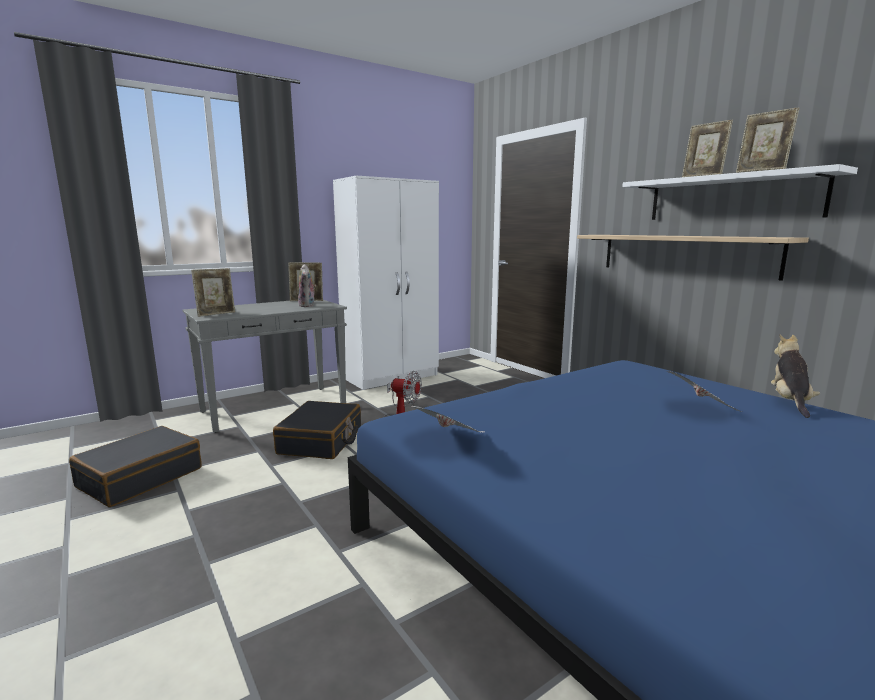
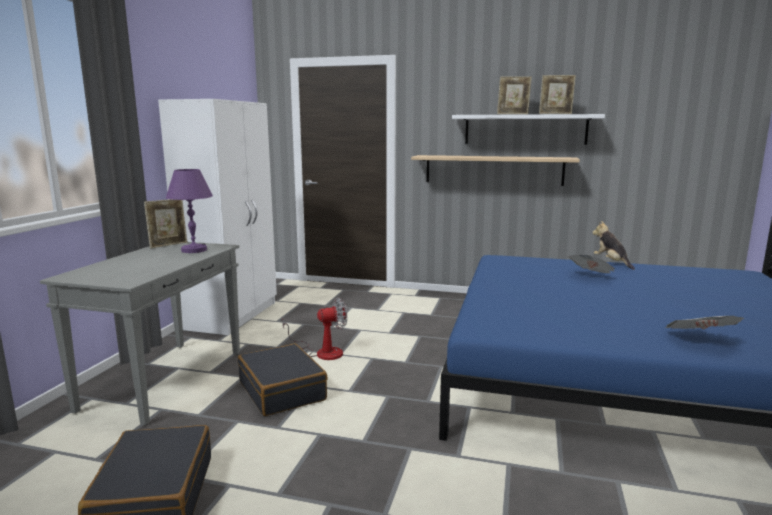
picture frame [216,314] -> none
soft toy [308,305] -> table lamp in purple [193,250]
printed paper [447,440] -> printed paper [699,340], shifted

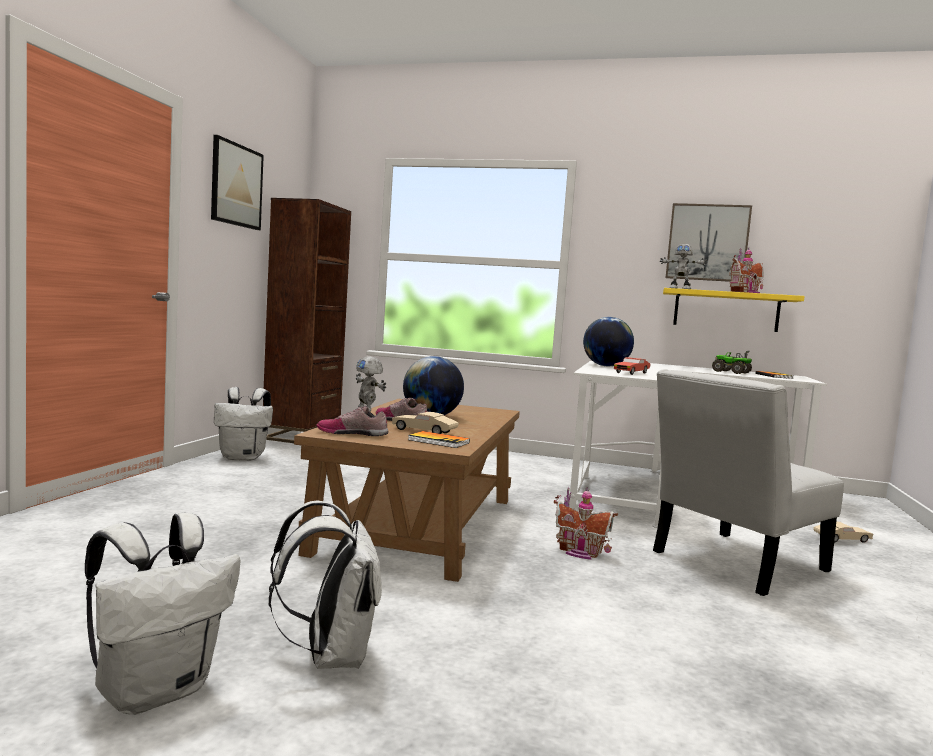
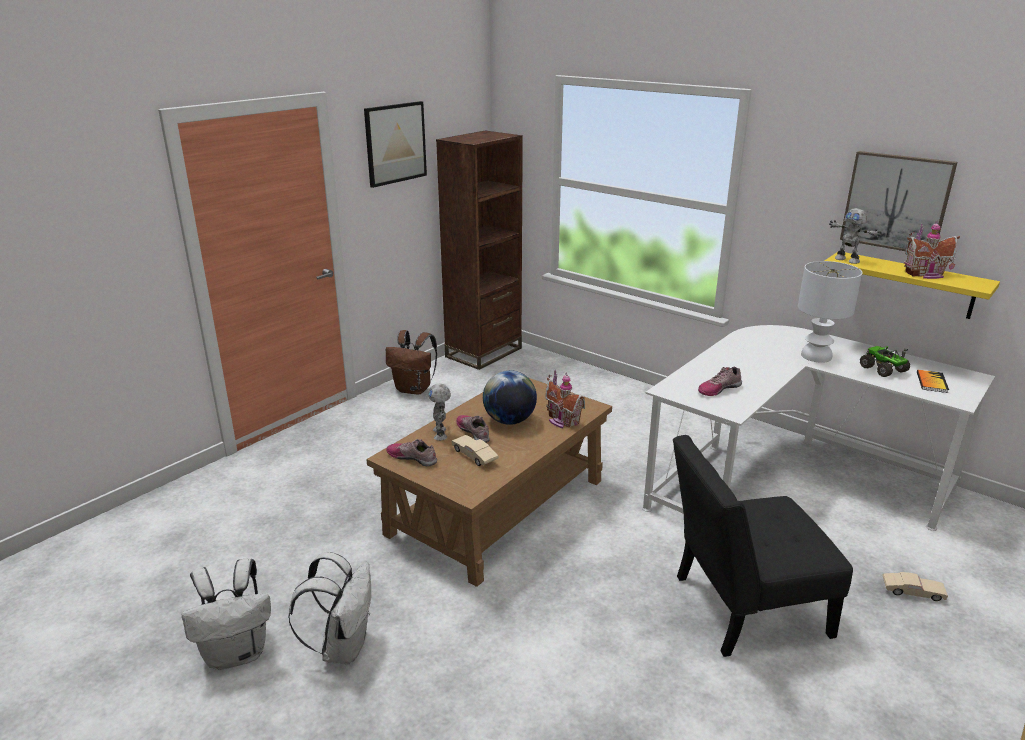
knapsack in whitish [243,458] -> knapsack in brown-coloured [414,389]
book [438,441] -> none
miniature house [580,552] -> miniature house [562,421], shifted
desk globe [606,366] -> none
miniature car in red-coloured [631,373] -> item of footwear [718,389]
upright chair in whitish [733,563] -> upright chair in blackish [742,607]
none -> table lamp in whitish [817,356]

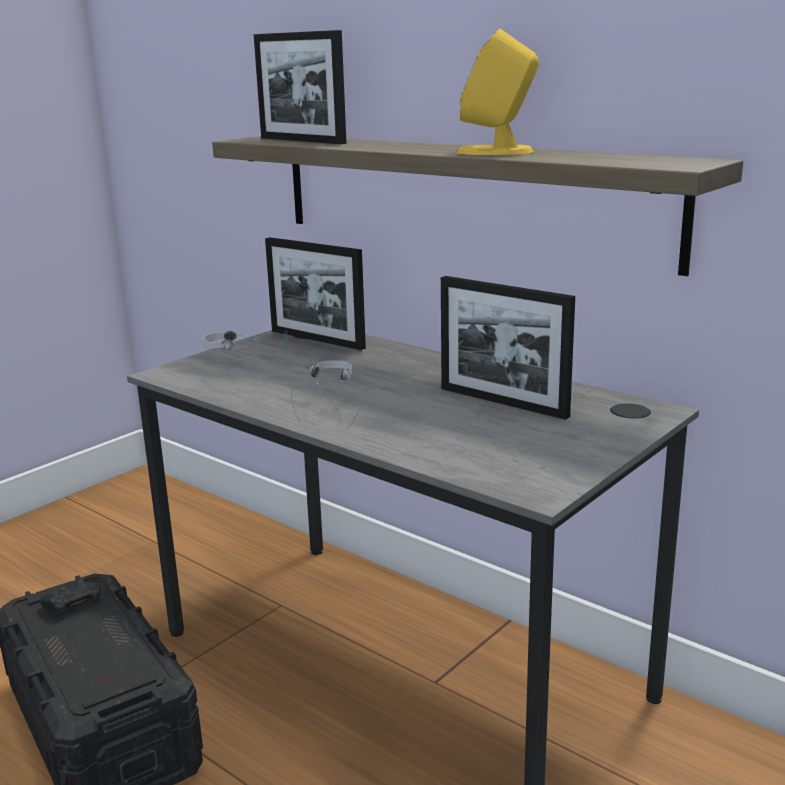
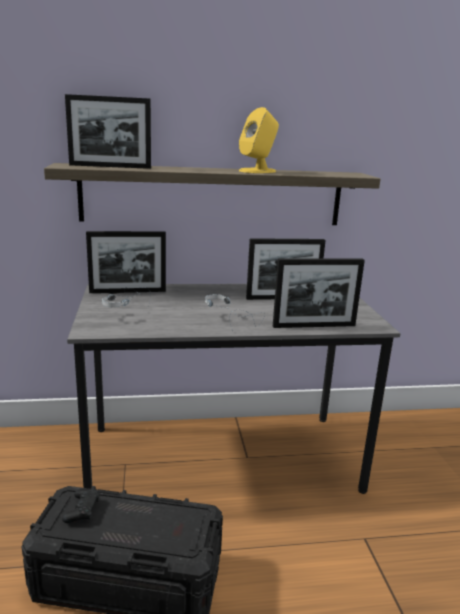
none -> picture frame [314,326]

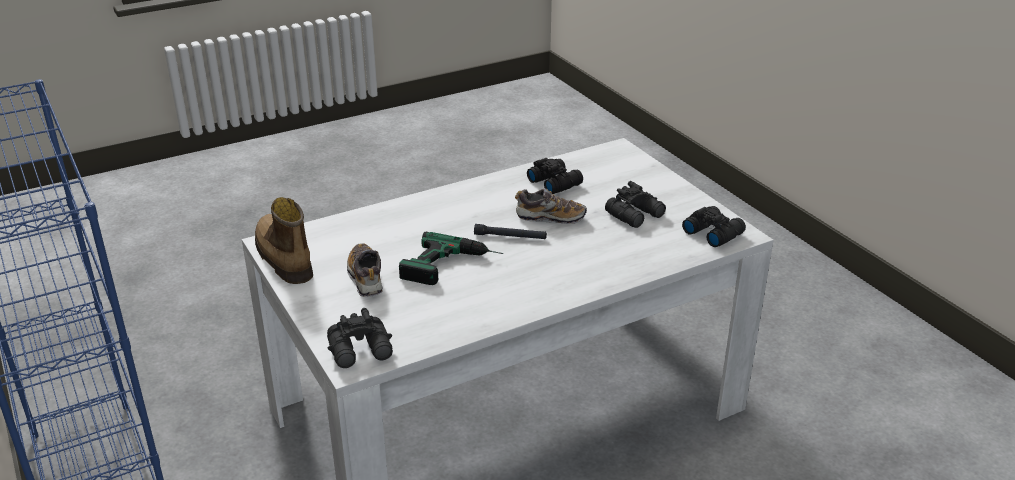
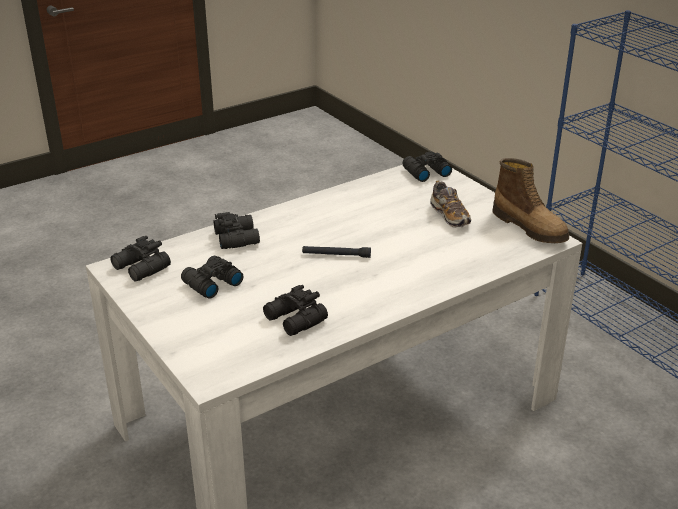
drill [452,267] -> none
item of footwear [550,217] -> none
none -> binoculars in blackish [237,237]

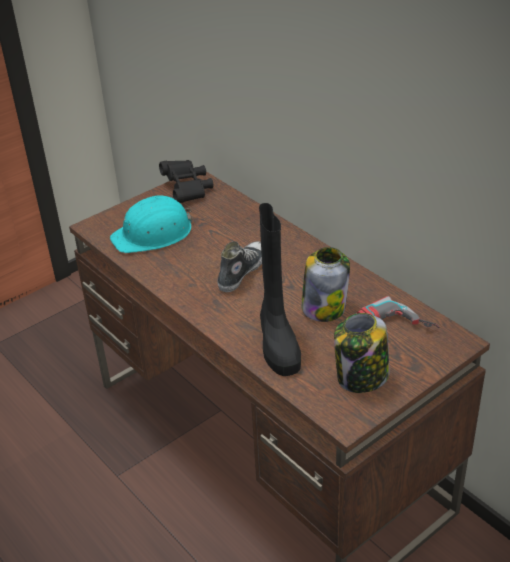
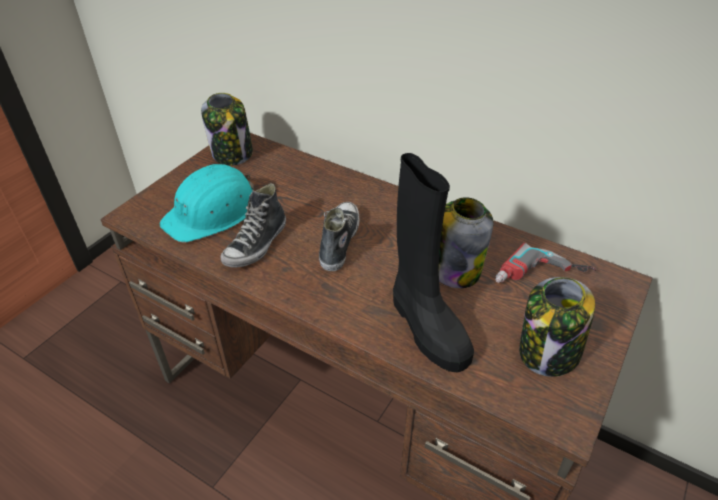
binoculars in blackish [188,189] -> storage jar [232,153]
none -> item of footwear [256,244]

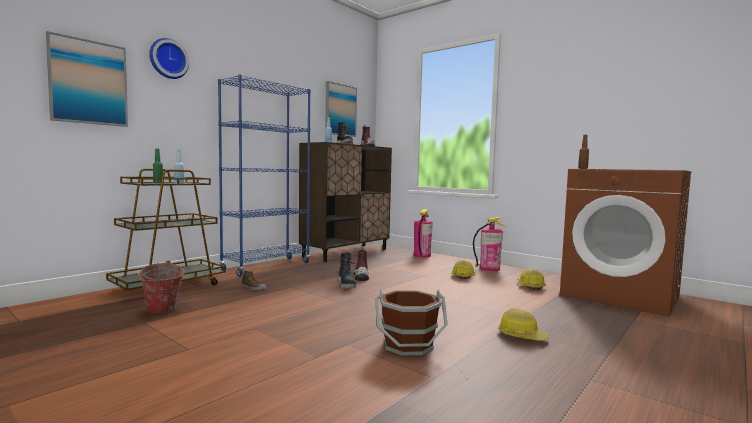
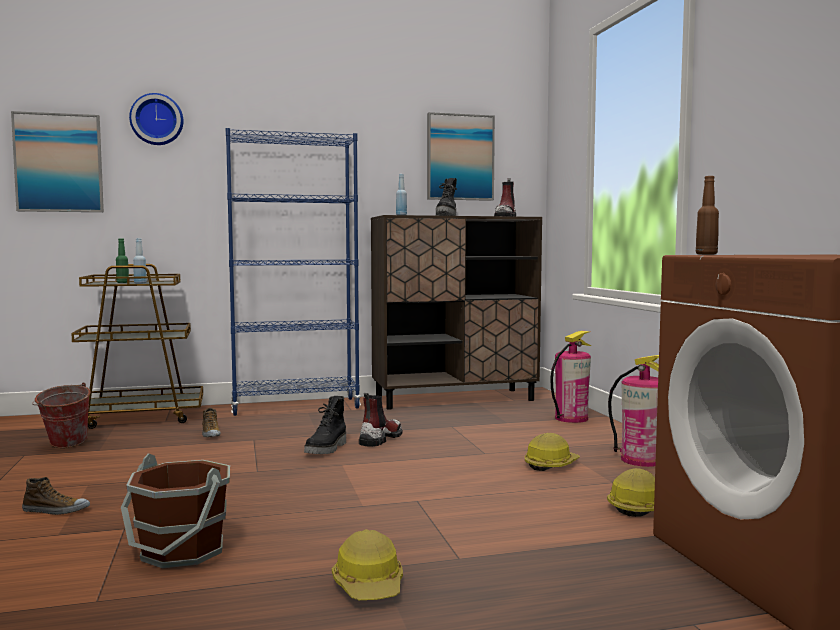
none -> item of footwear [55,510]

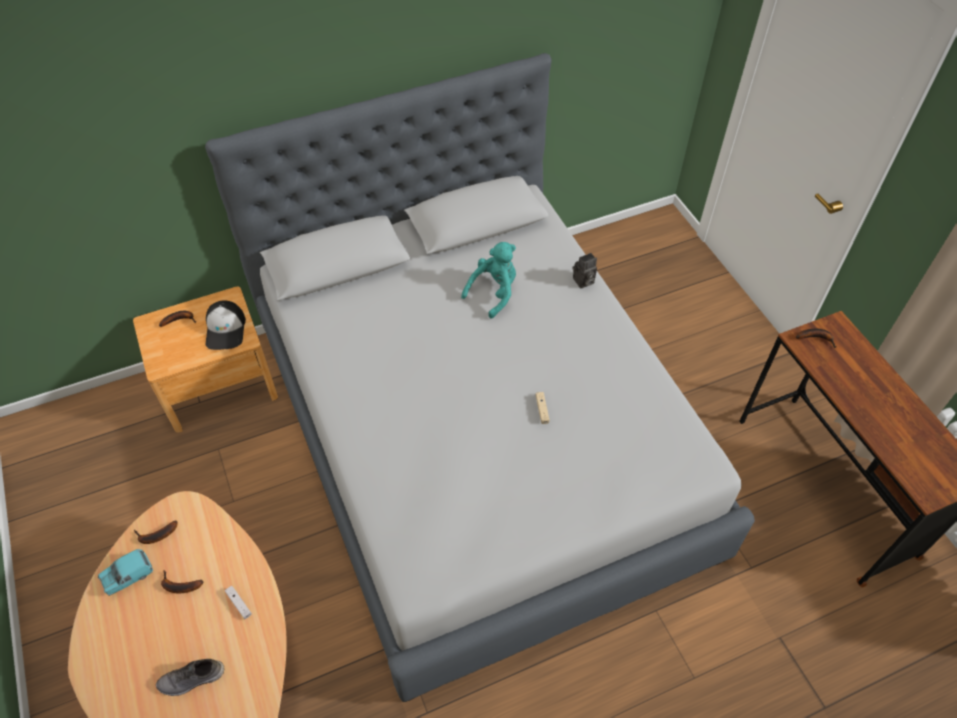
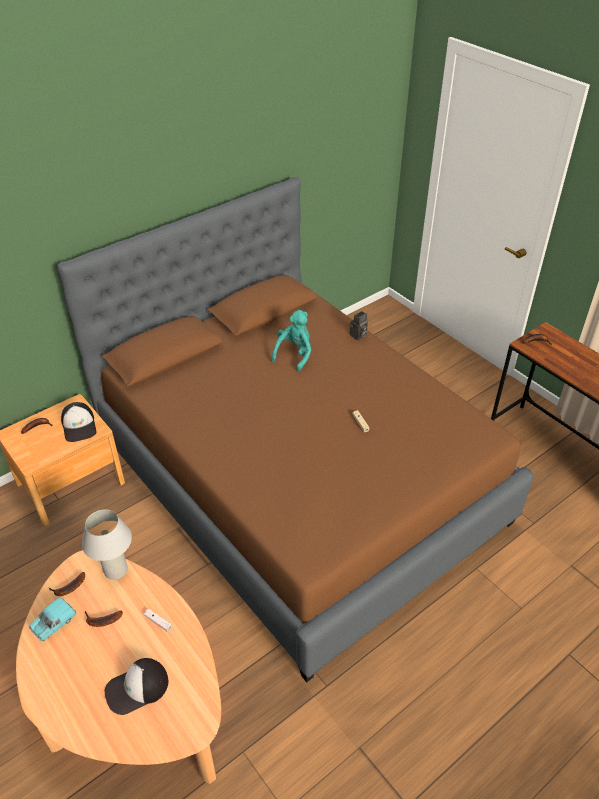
item of footwear in grey [192,680] -> baseball cap [137,688]
bedroom bed in grey [478,439] -> bedroom bed in brown-coloured [299,479]
none -> table lamp in whitish [116,570]

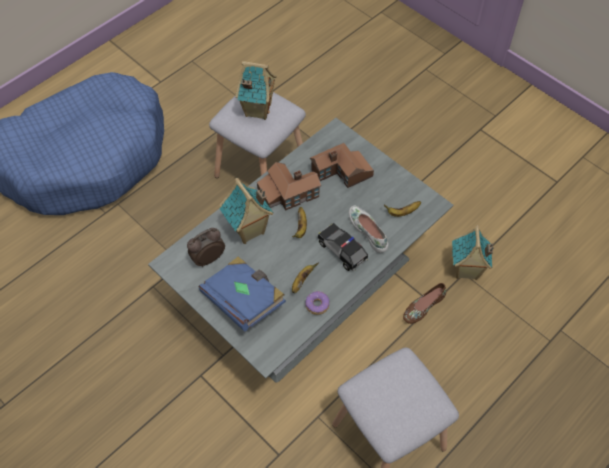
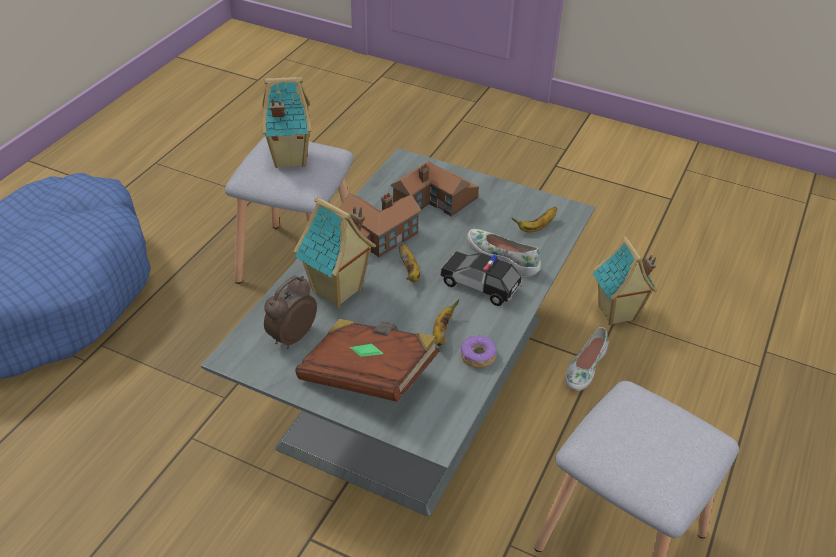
book in bluish [244,300] -> book in brown-coloured [368,375]
item of footwear in brown-coloured [423,306] -> item of footwear in whitish [584,367]

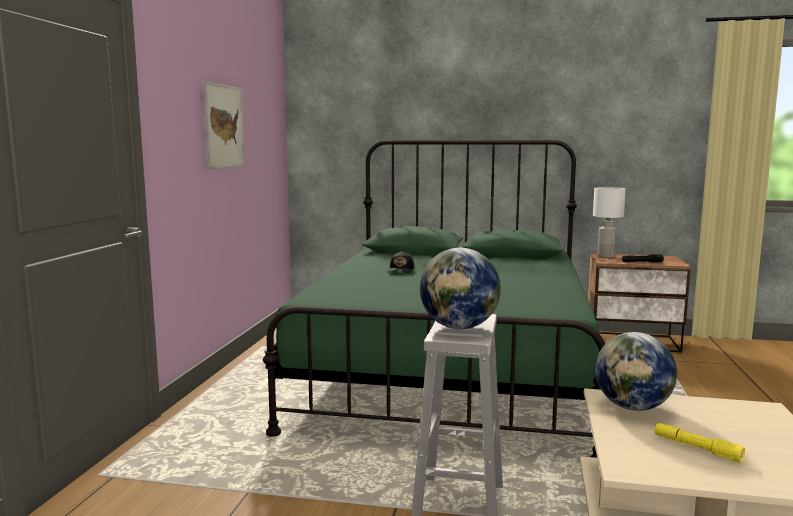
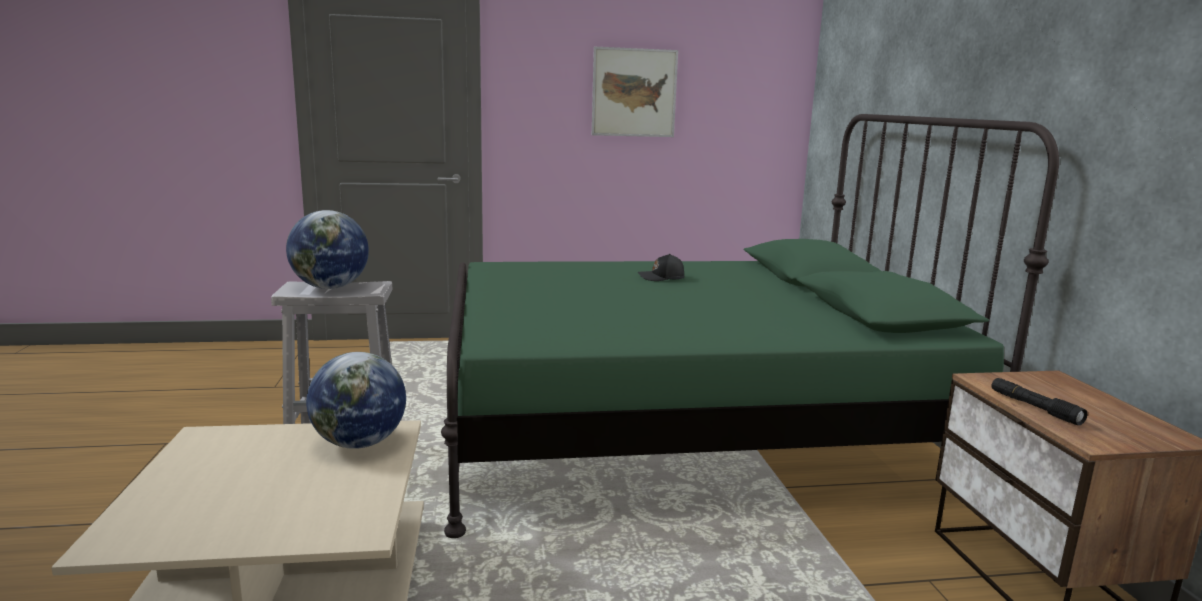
table lamp in whitish [606,256] -> none
torch in yellowish [696,448] -> none

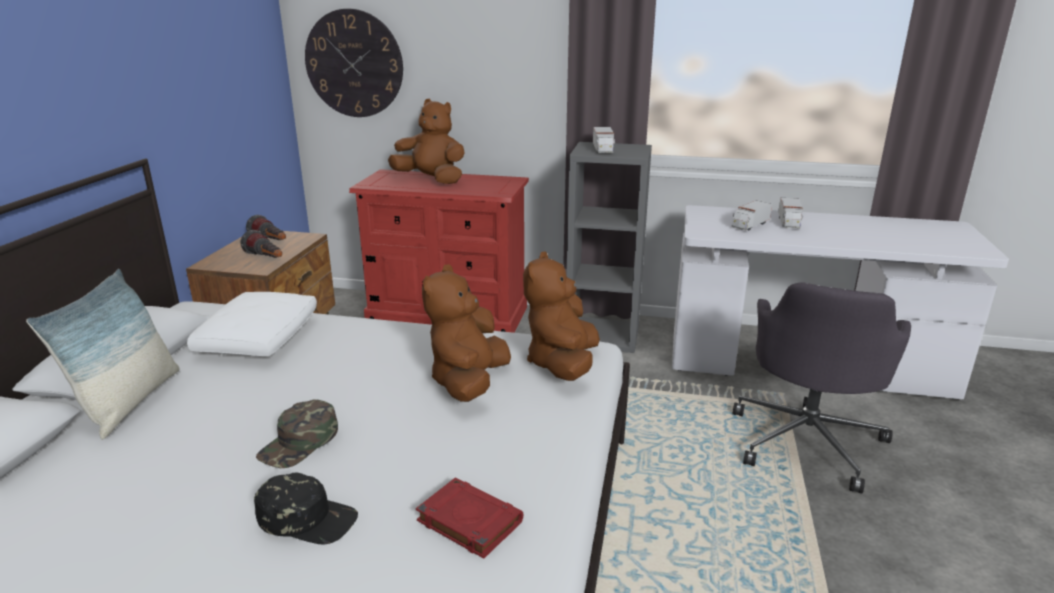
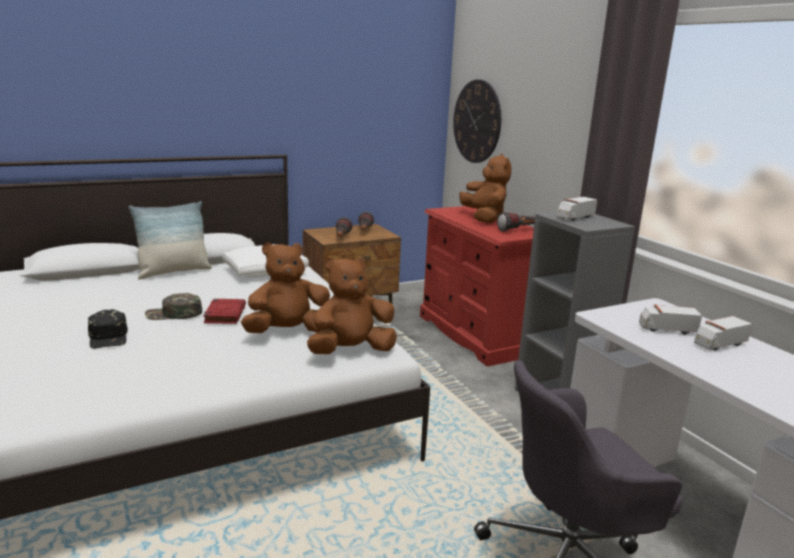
book in red-coloured [468,521] -> book in red-coloured [225,314], shifted
none -> torch [518,230]

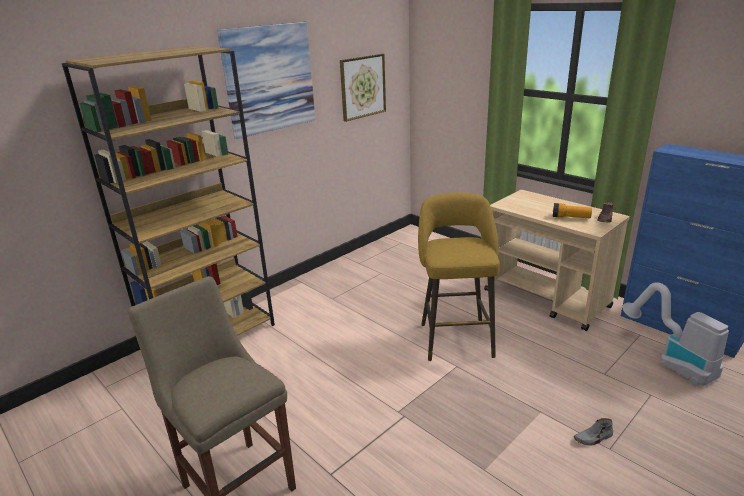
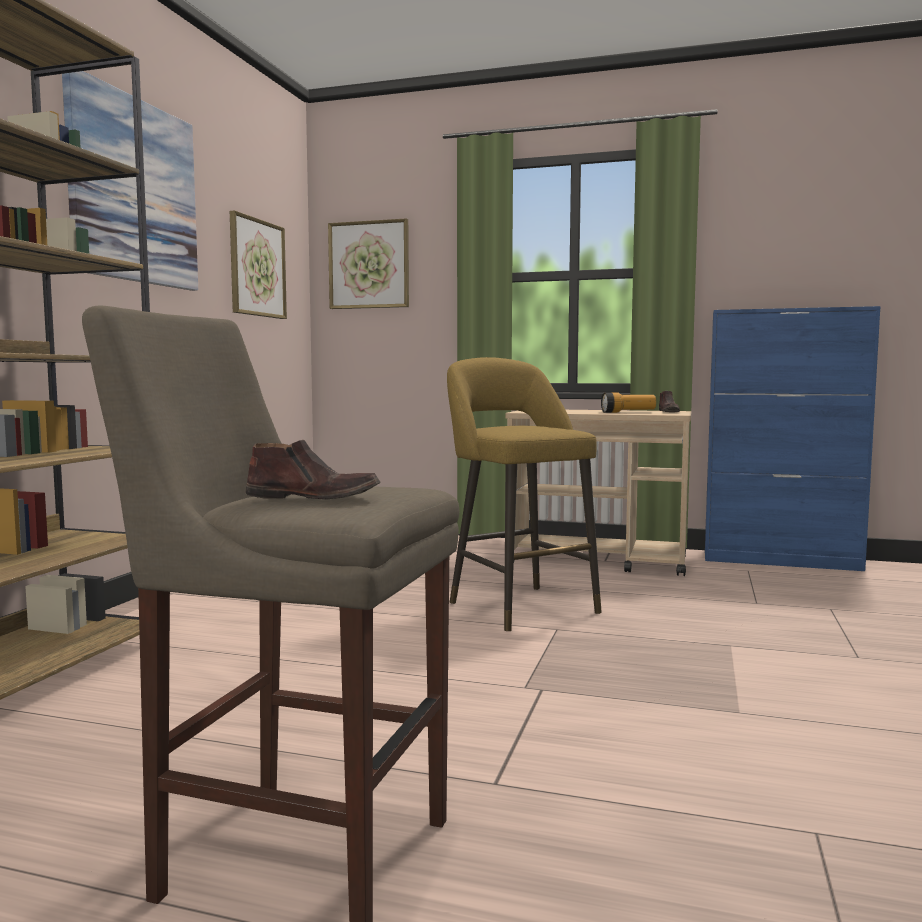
item of footwear in grey [593,438] -> none
vacuum cleaner [670,360] -> none
none -> item of footwear in brown-coloured [313,497]
none -> wall picture [369,265]

